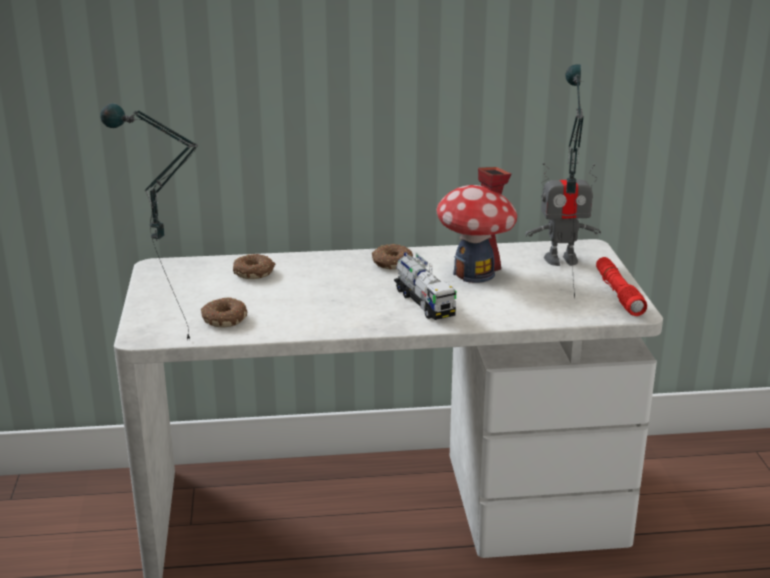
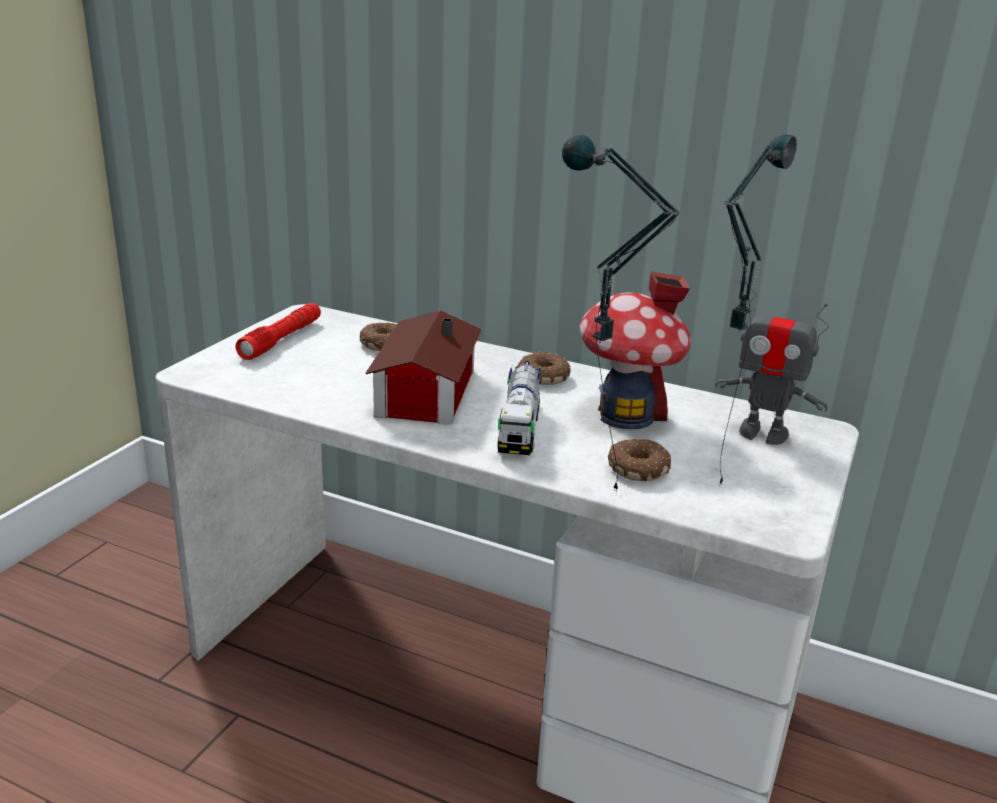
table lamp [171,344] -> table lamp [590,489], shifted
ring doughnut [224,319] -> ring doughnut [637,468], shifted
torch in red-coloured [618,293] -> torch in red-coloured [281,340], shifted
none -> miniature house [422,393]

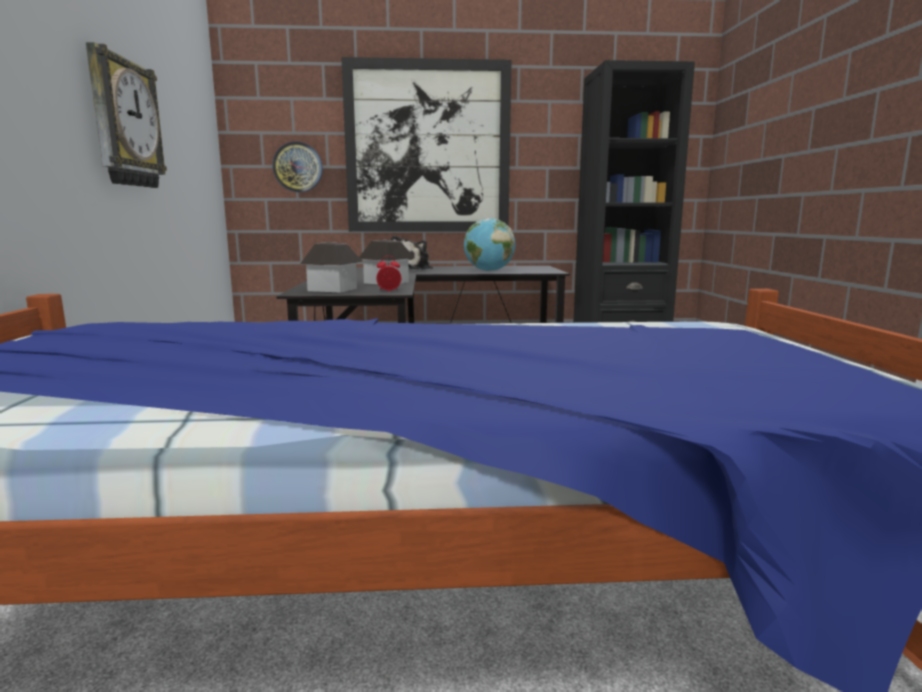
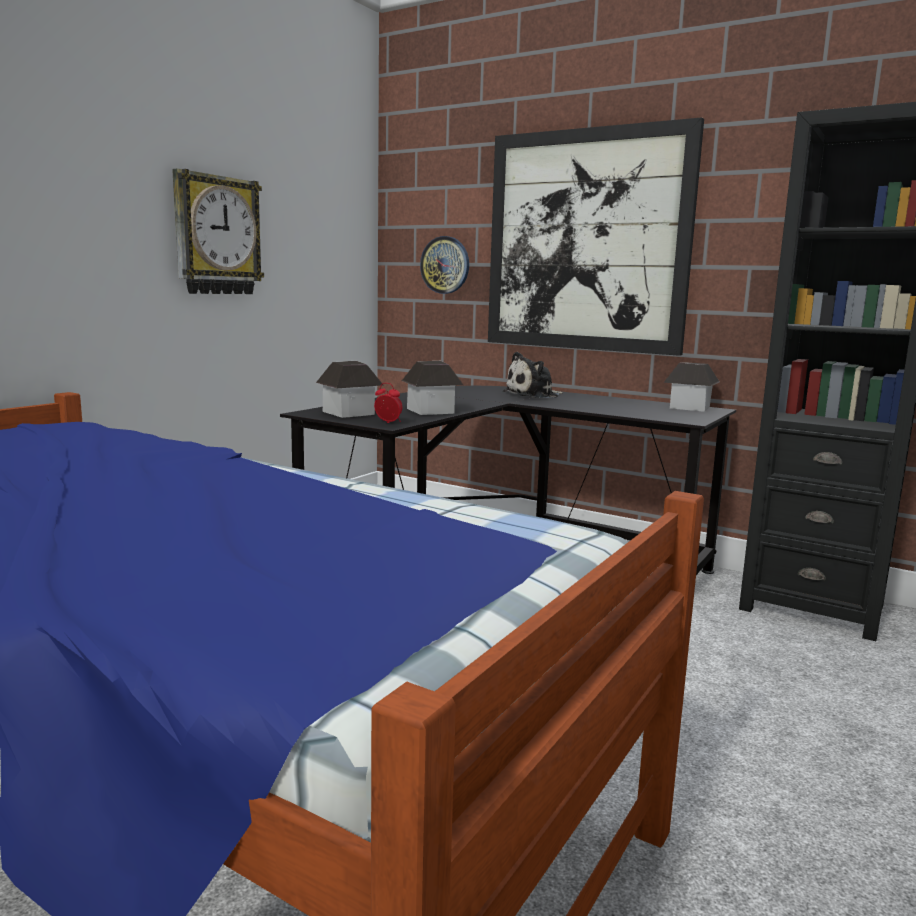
desk globe [488,271] -> none
none -> miniature house [689,407]

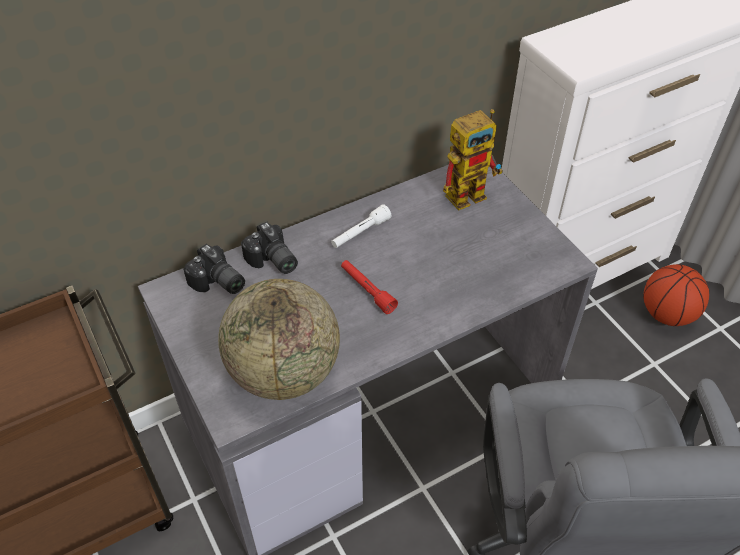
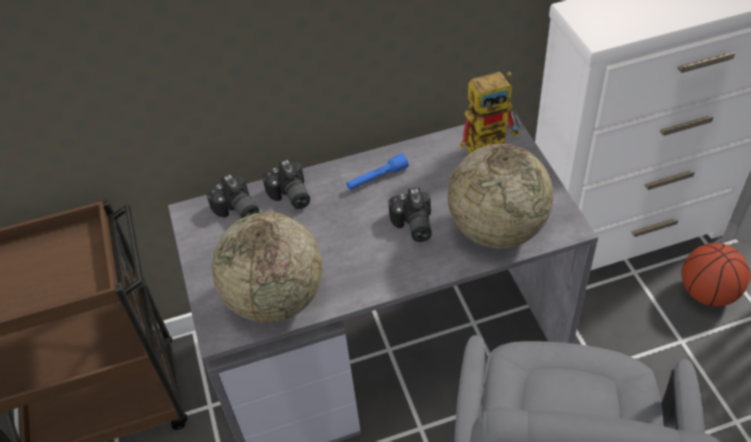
torch in whitish [360,233] -> torch in bluish [377,178]
torch in red-coloured [367,290] -> none
none -> still camera [412,225]
none -> desk globe [496,229]

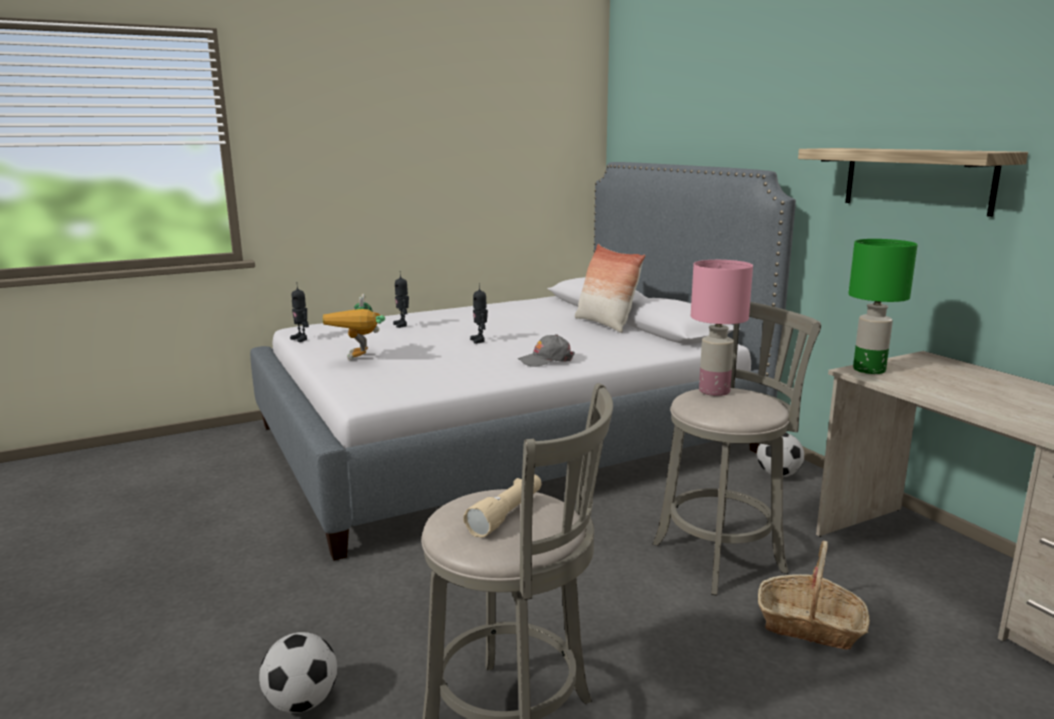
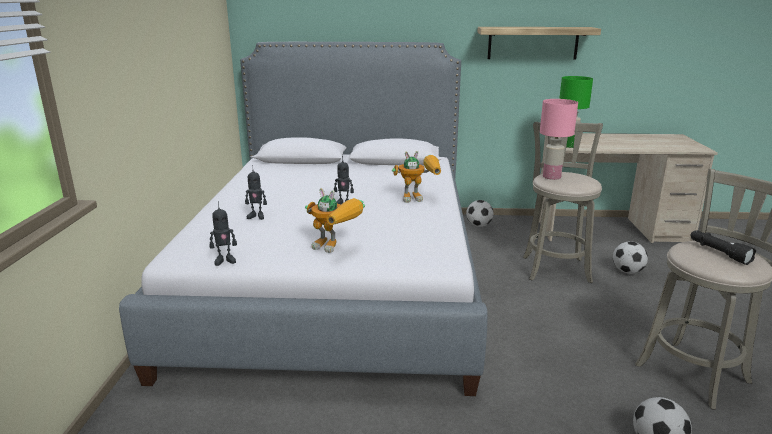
torch in beige [508,514] -> torch in blackish [718,252]
baseball cap in grey [546,360] -> toy robot [419,198]
throw pillow [605,324] -> none
basket [810,625] -> ball for football [627,271]

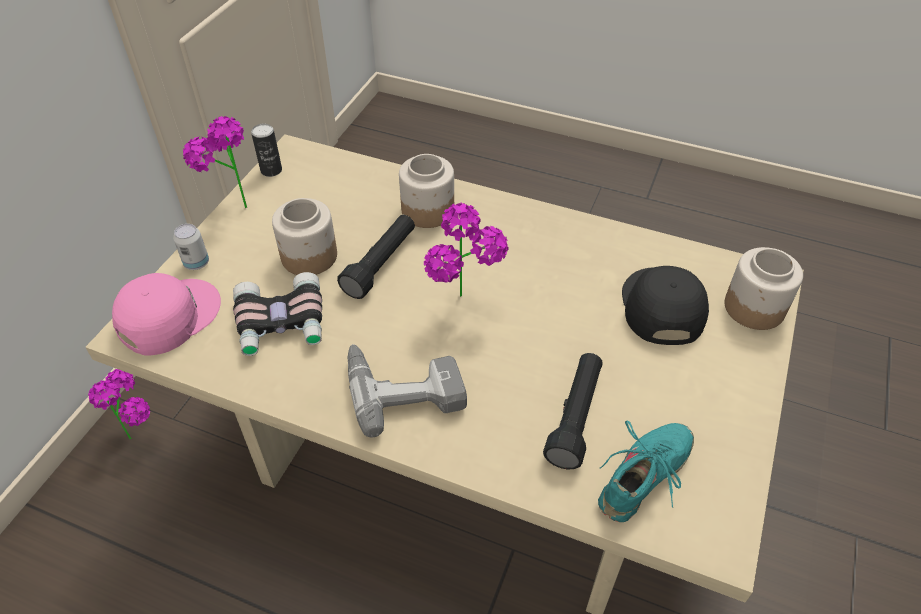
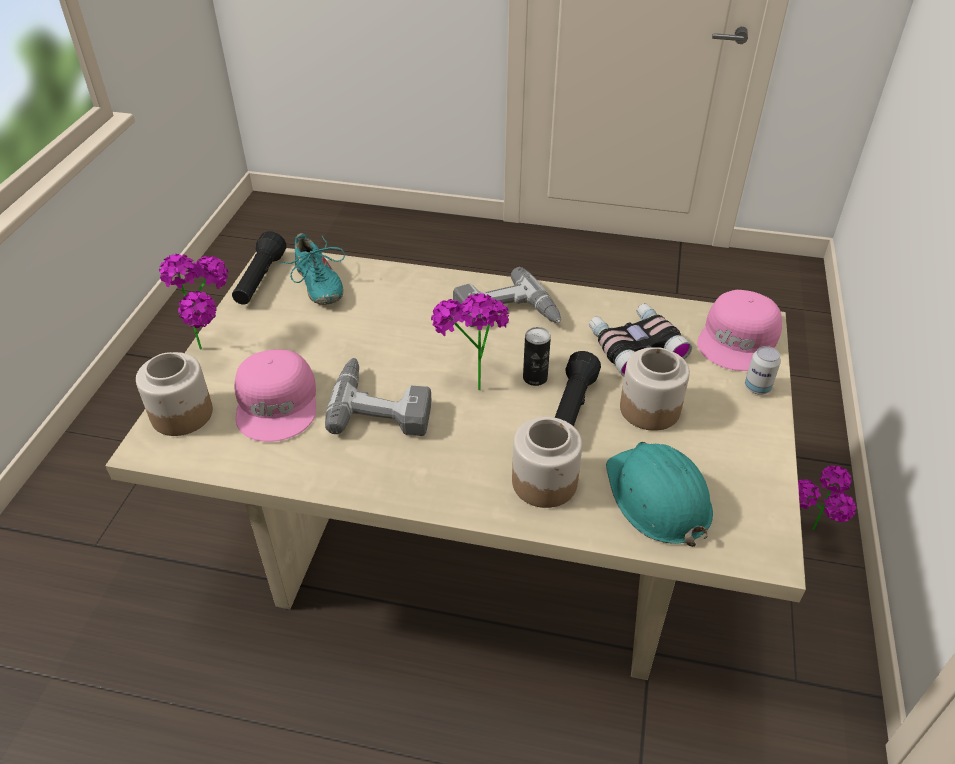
potted plant [233,206] -> potted plant [215,348], shifted
can [271,170] -> can [535,378], shifted
torch in blackish [575,417] -> torch in blackish [260,280], shifted
item of footwear in turquoise [645,477] -> item of footwear in turquoise [317,284], 60 degrees counterclockwise
baseball cap in blackish [660,307] -> baseball cap in pinkish [278,403]
none -> drill [382,405]
none -> work helmet in turquoise [657,498]

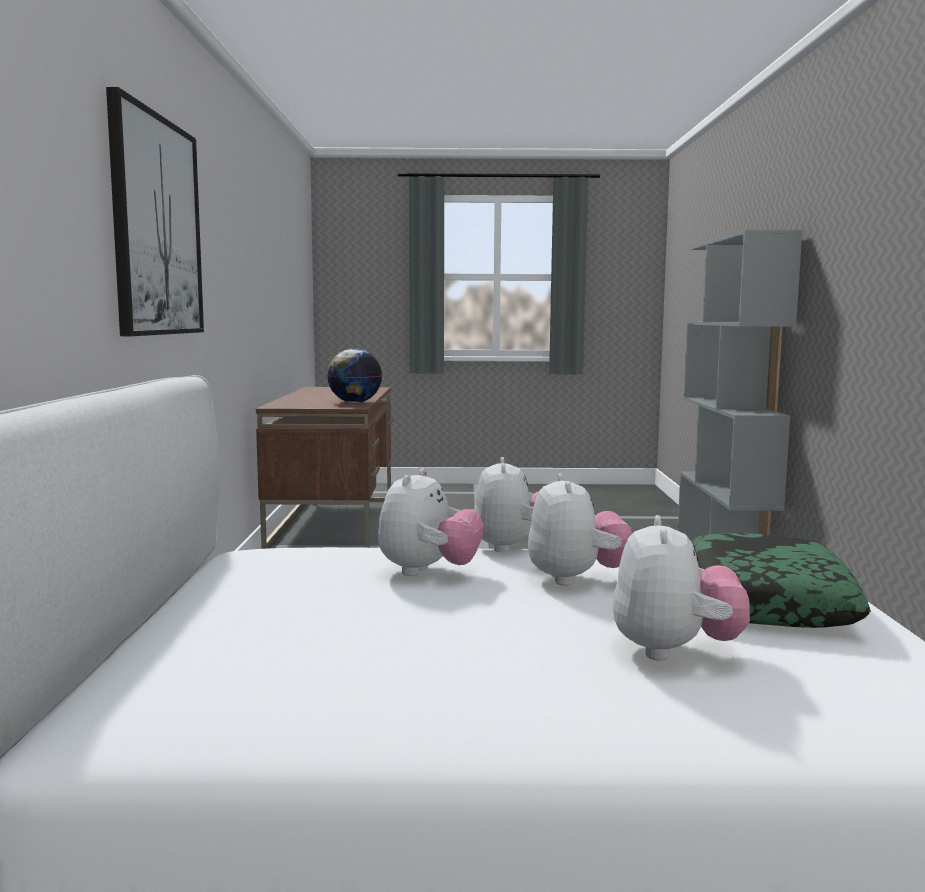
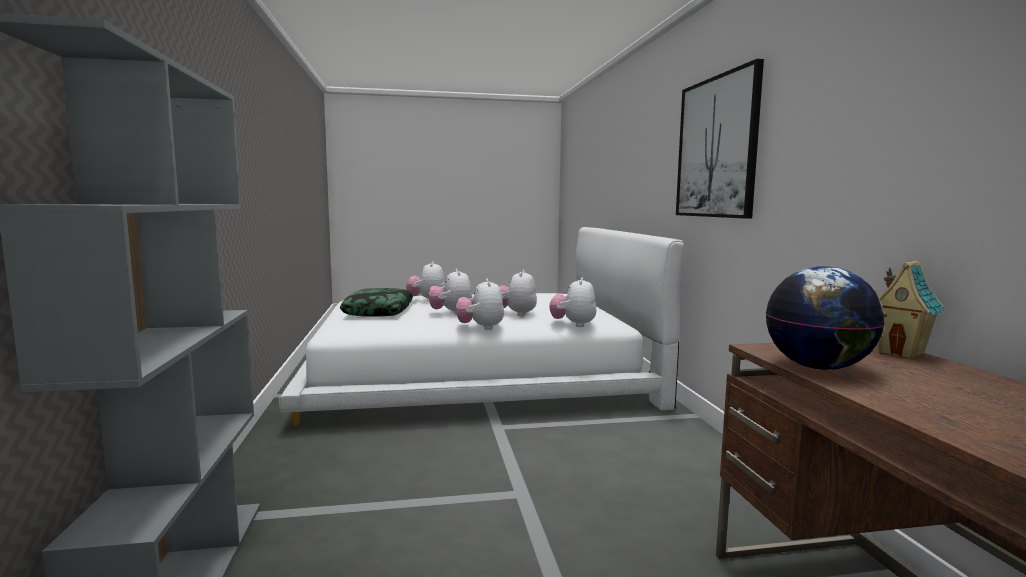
none -> soft toy [573,324]
none -> miniature house [902,353]

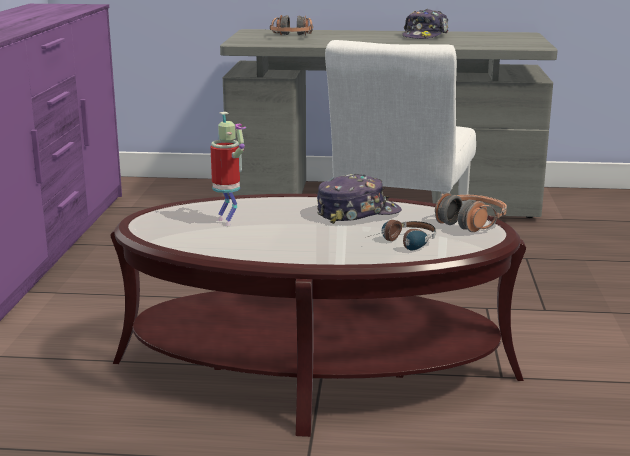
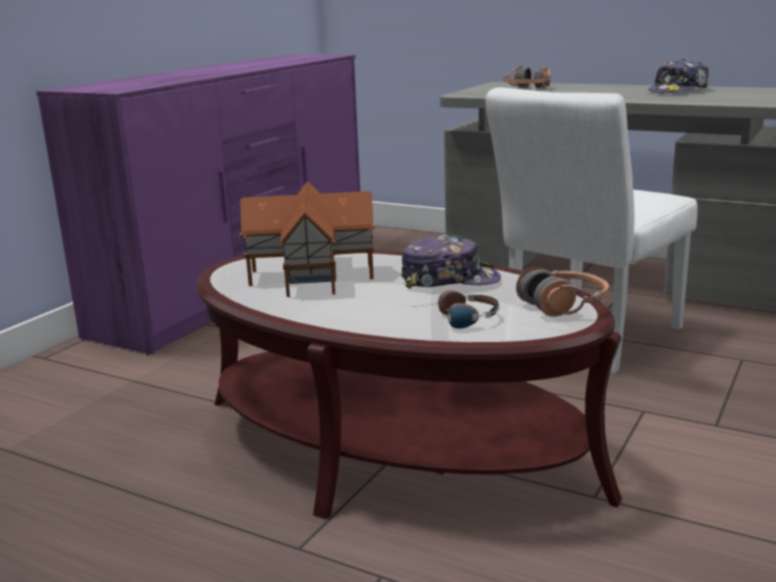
toy robot [228,221] -> miniature house [310,274]

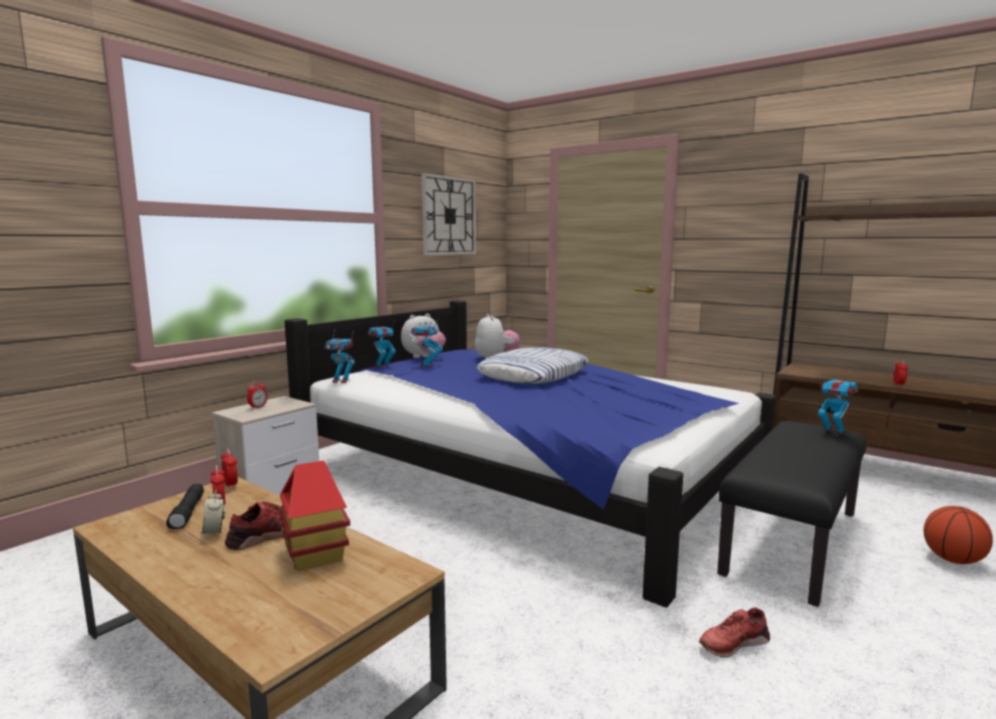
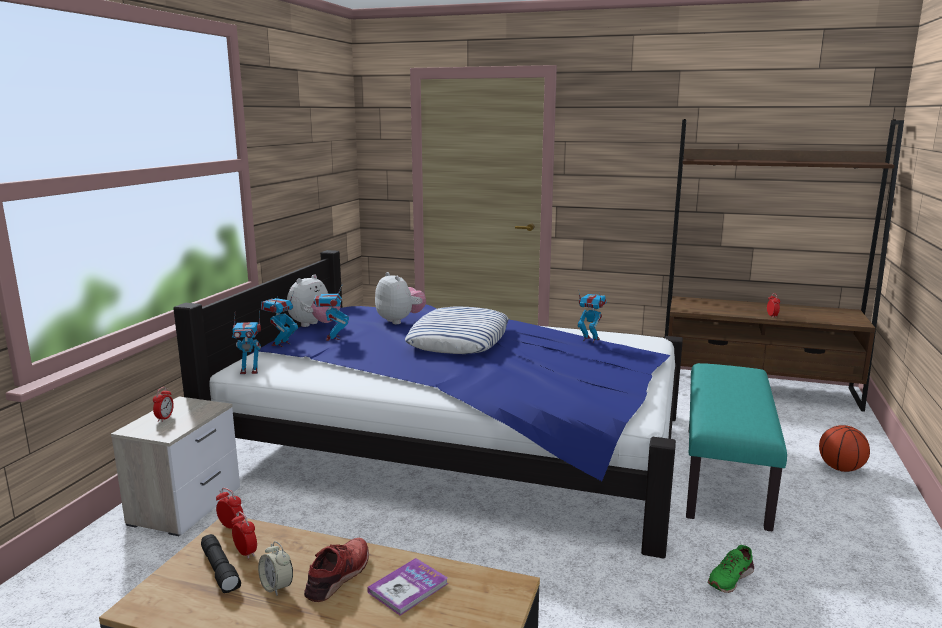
miniature house [316,554] -> book [408,588]
clock on the wall [449,216] -> none
item of footwear in red-coloured [733,643] -> item of footwear in green [730,578]
indoor bench in blackish [790,541] -> indoor bench in turquoise [723,474]
toy robot [833,433] -> toy robot [590,339], shifted

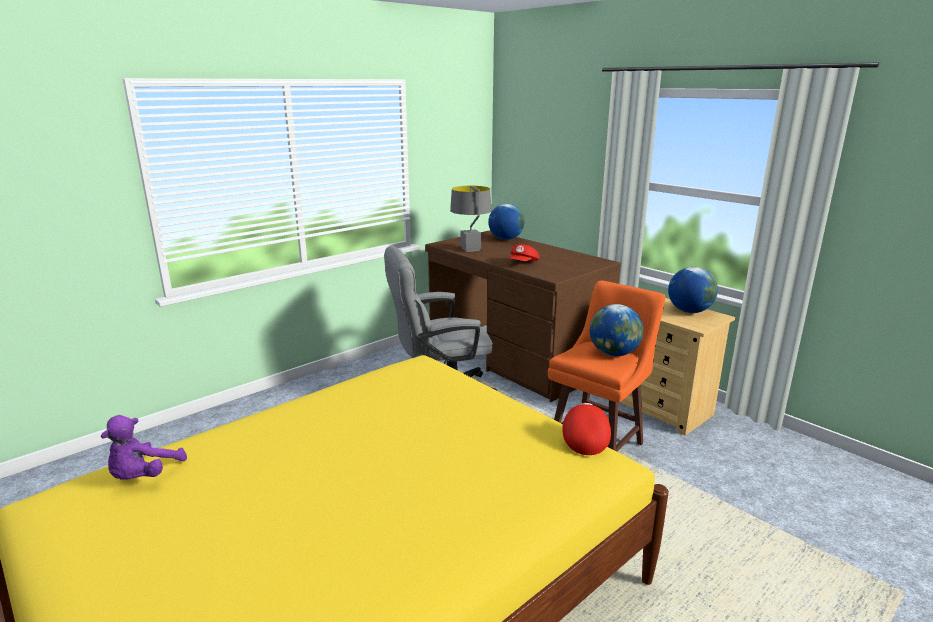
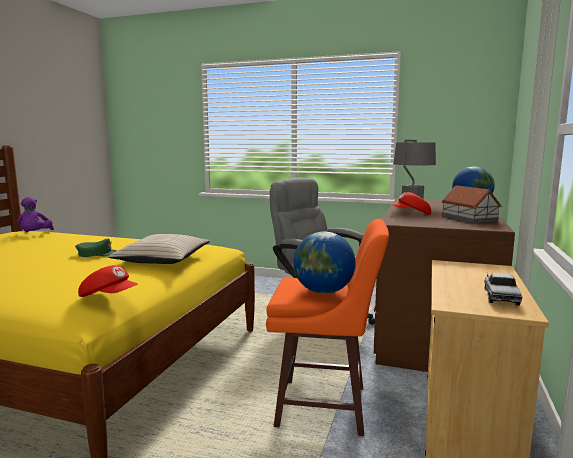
soft toy in purple [144,476] -> soft toy in purple [35,235], 90 degrees counterclockwise
baseball cap in red-coloured [584,438] -> baseball cap in red-coloured [109,297], 45 degrees clockwise
desk globe [689,311] -> model truck [500,296]
none -> baseball cap in green [98,254]
none -> throw pillow in beige [162,259]
none -> miniature house [469,218]

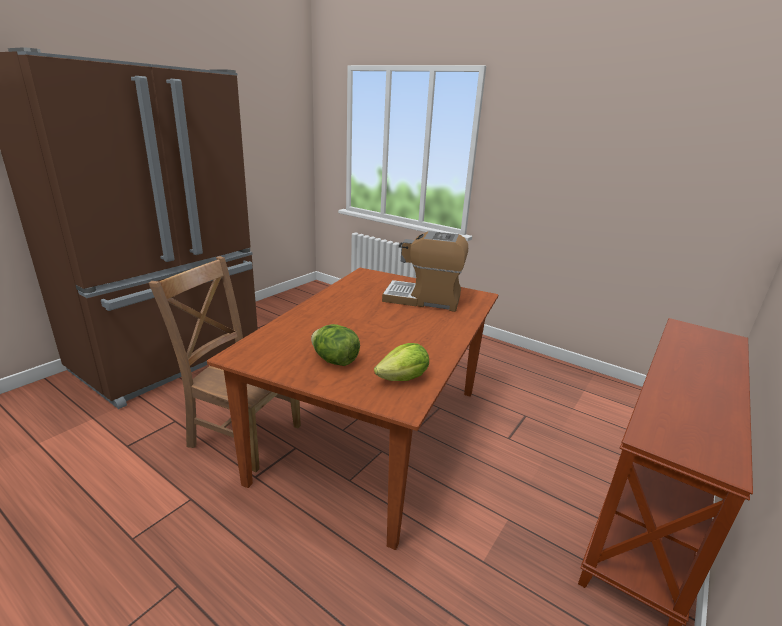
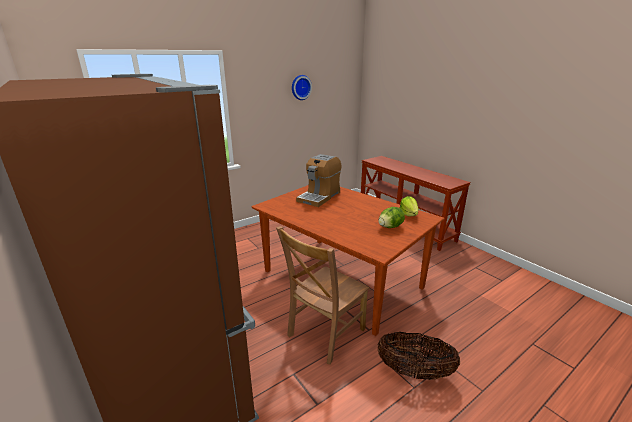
none -> clock on the wall [300,87]
none -> basket [414,372]

